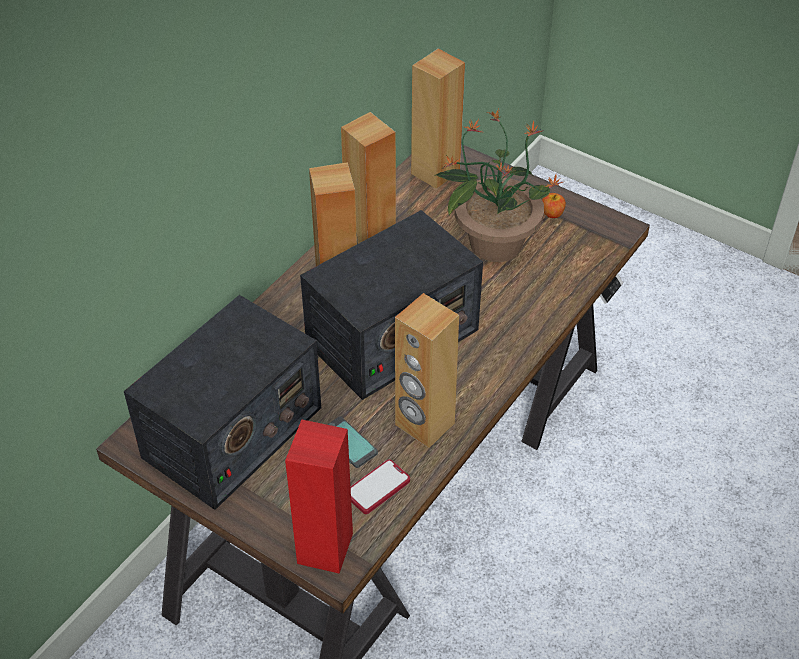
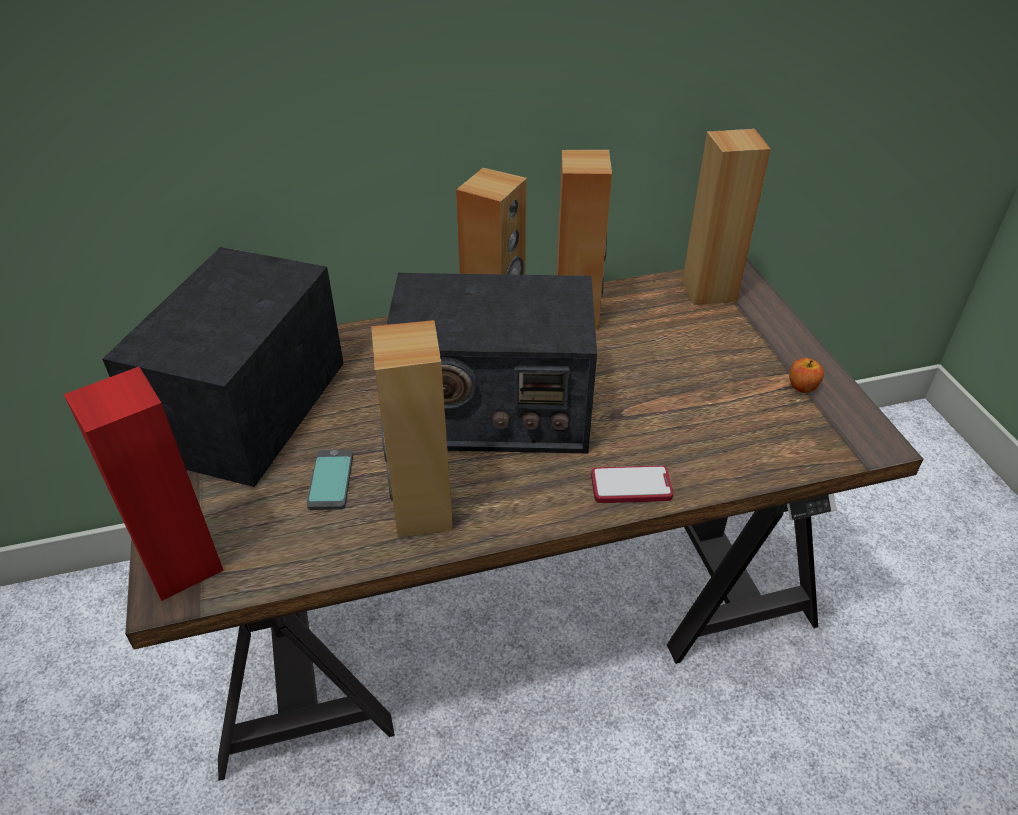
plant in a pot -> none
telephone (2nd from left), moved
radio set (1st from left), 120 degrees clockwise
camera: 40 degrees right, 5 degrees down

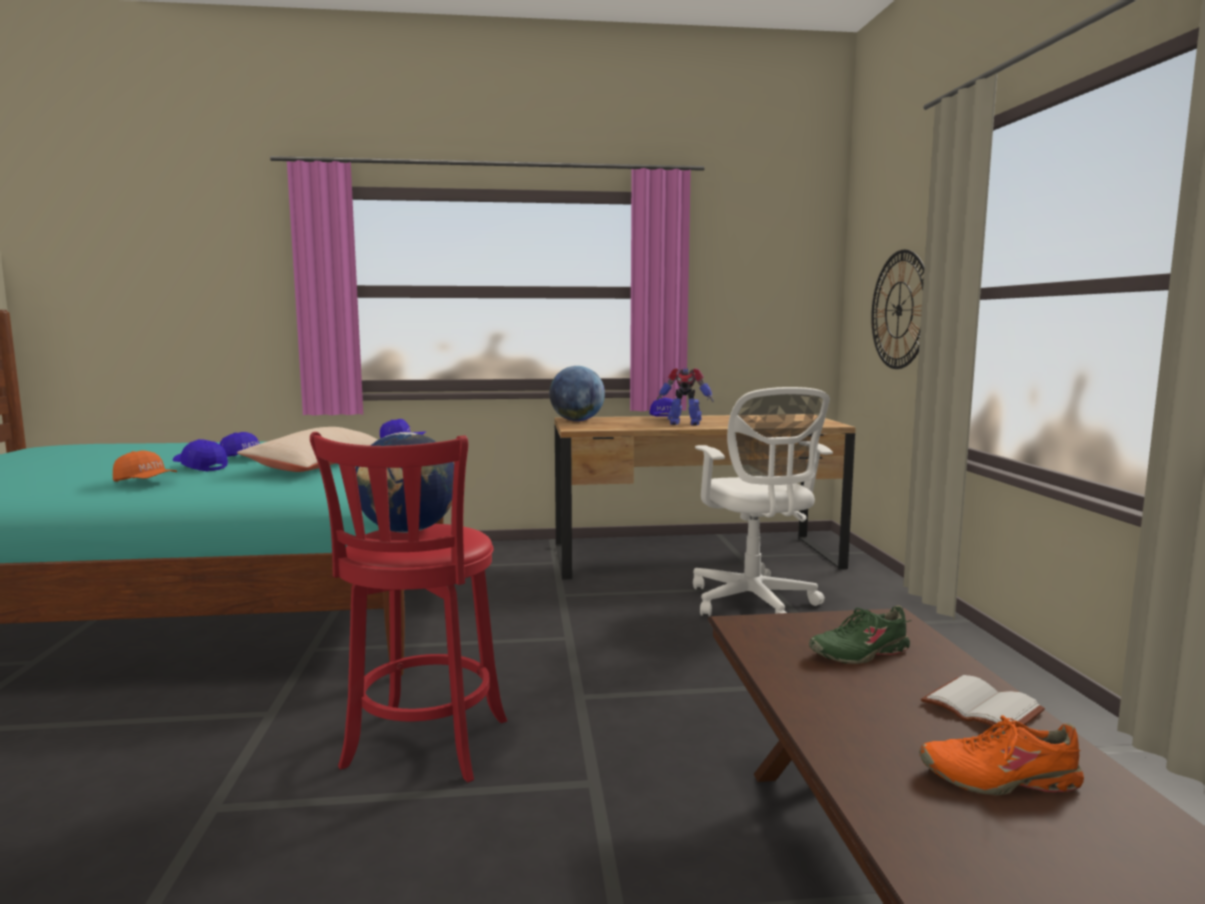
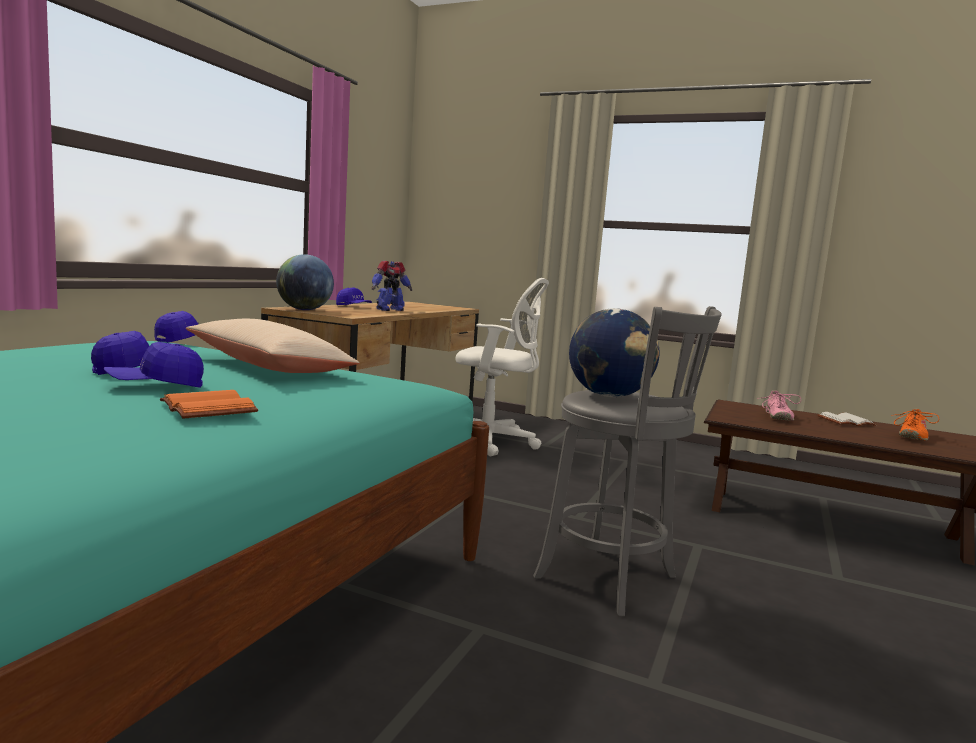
wall clock -> none
cap/orange-coloured -> book/orange-coloured
stool/reddish -> stool/grey
low shoe/greenish -> low shoe/pink-coloured
camera: 60 degrees left, 0 degrees up

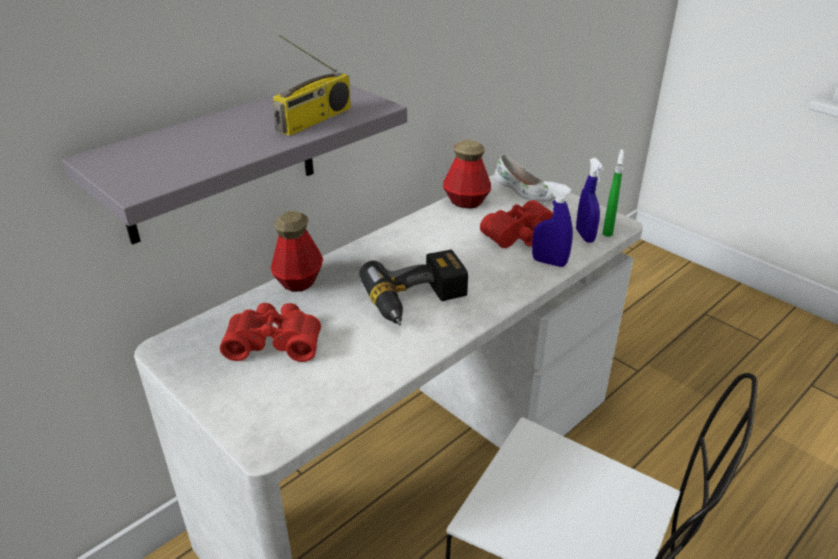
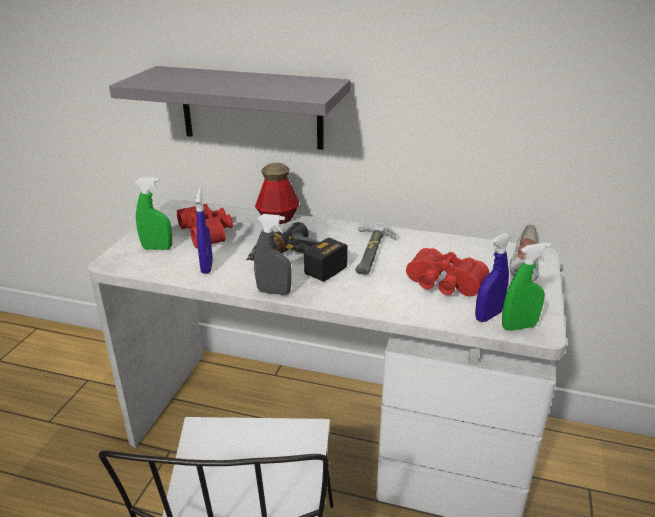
radio set -> none
bottle (2nd from left) -> none
none -> spray bottle/greenish (1st from left)
none -> spray bottle/grey
none -> tool hammer
spray bottle/blue (1st from left), moved
camera: 60 degrees right, 5 degrees down

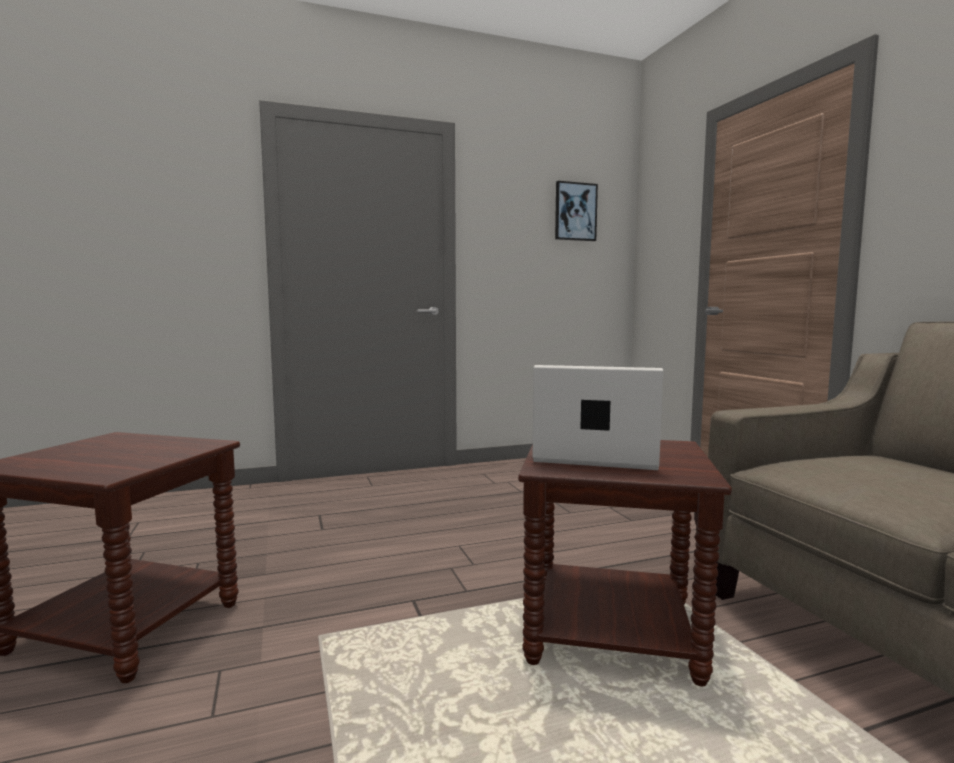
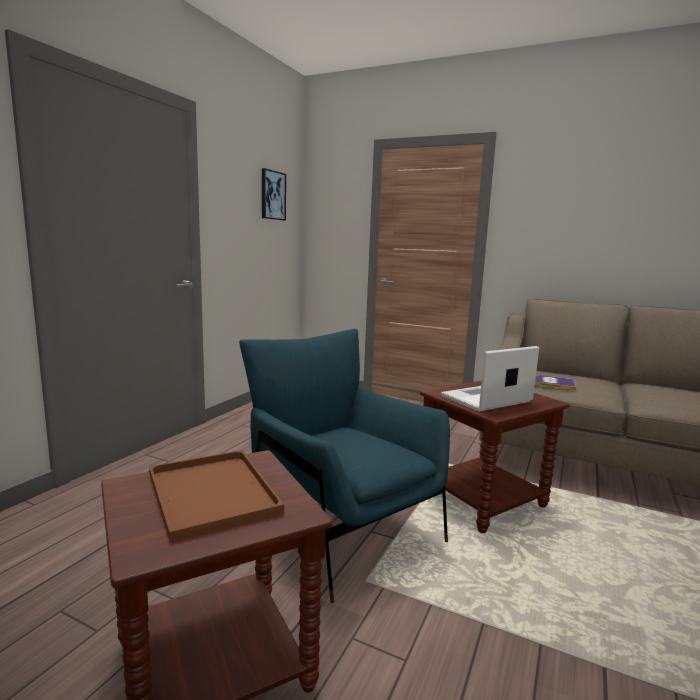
none -> tray/brown-coloured
none -> easy chair/blue
none -> book
camera: 45 degrees left, 5 degrees up

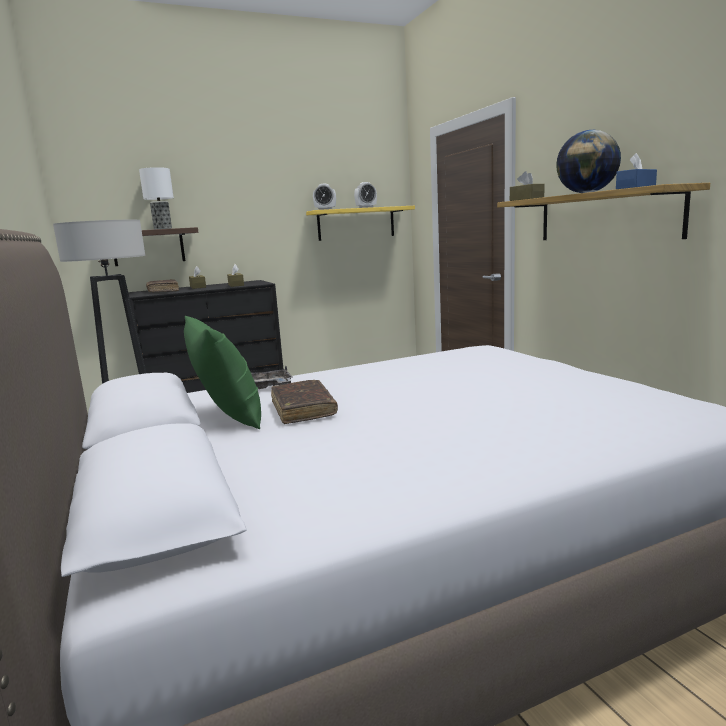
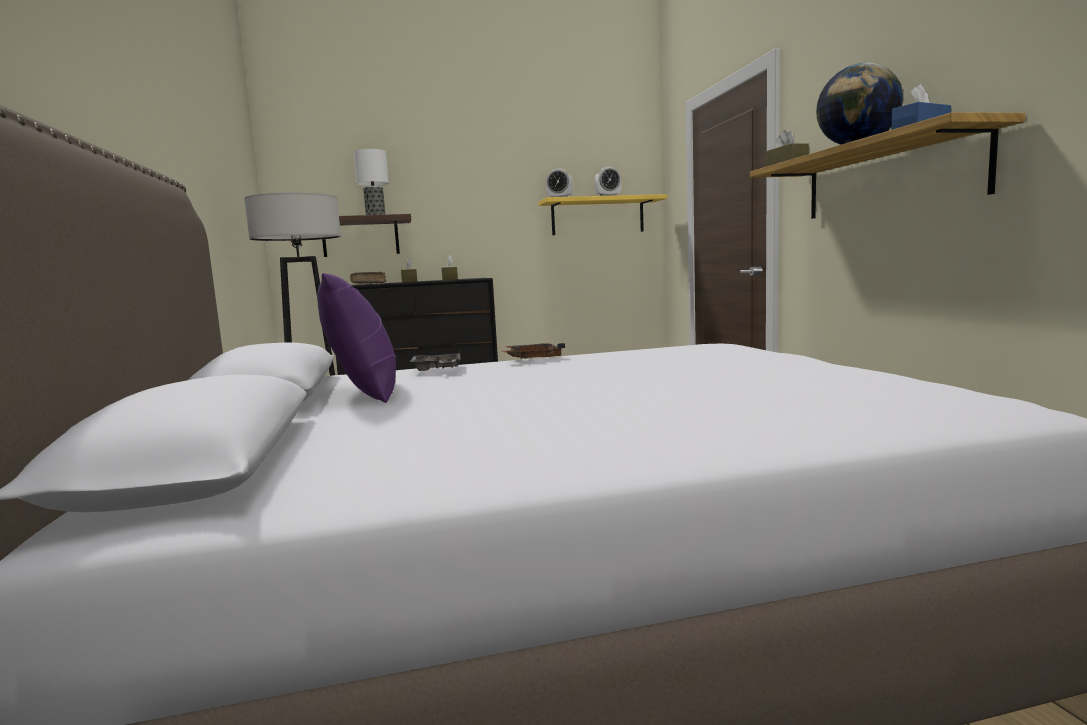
book/brown-coloured (2nd from left) -> none
none -> tray/brown-coloured
throw pillow/greenish -> throw pillow/purple
camera: 10 degrees right, 5 degrees down

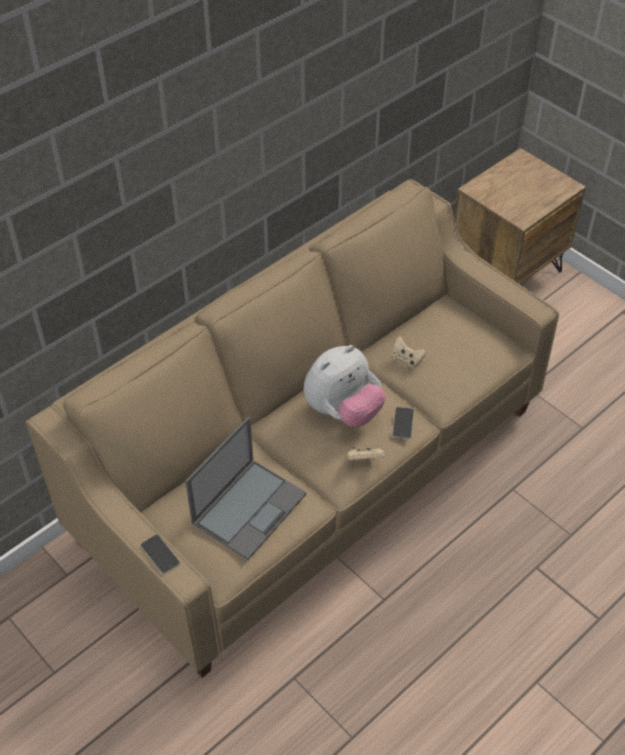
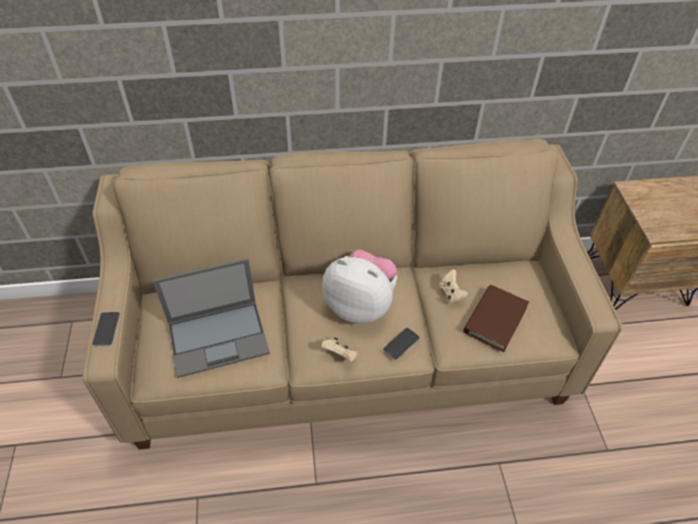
none -> book/brown-coloured
soft toy, 150 degrees counterclockwise
camera: 35 degrees right, 0 degrees up

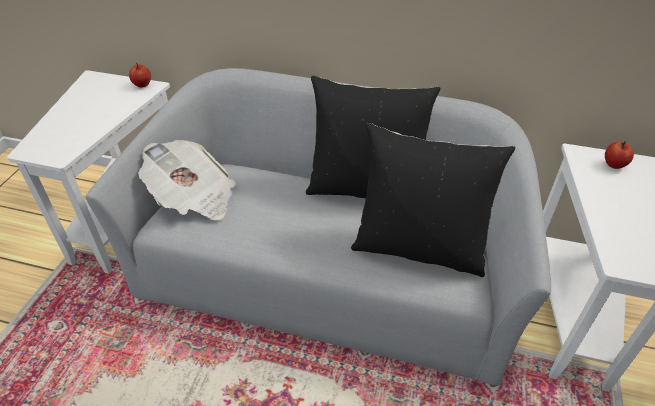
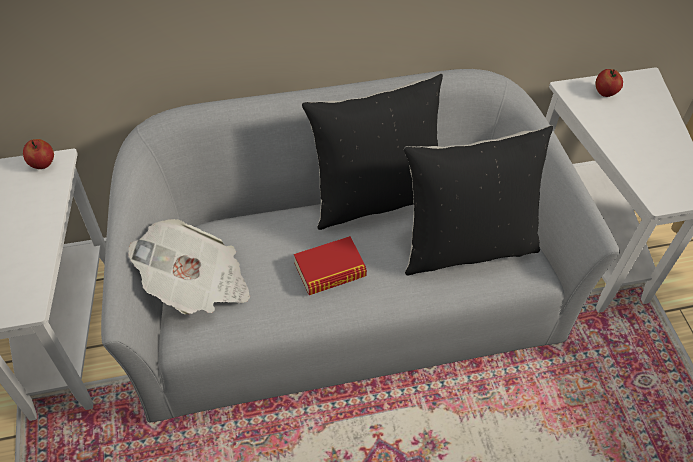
none -> book
camera: 30 degrees left, 10 degrees up

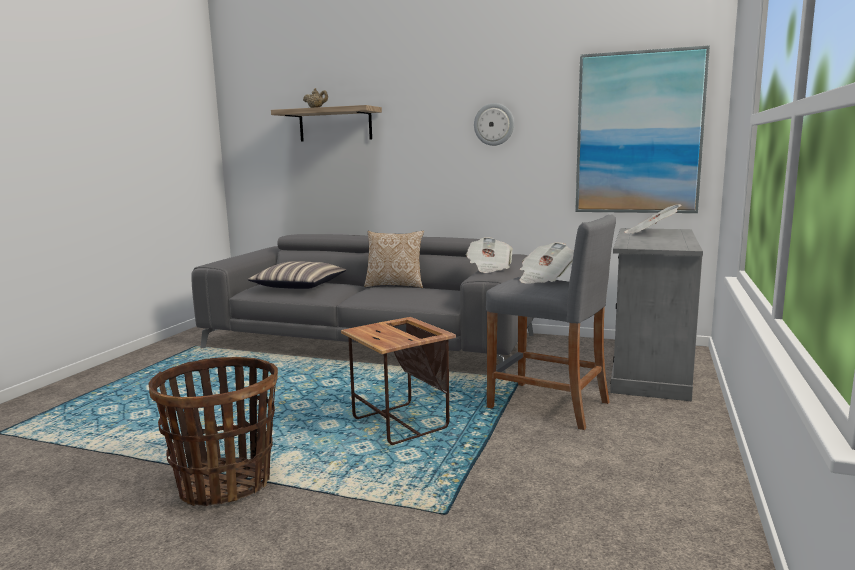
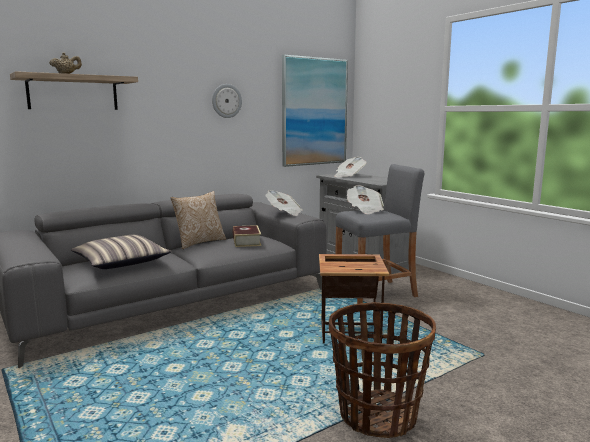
none -> book
camera: 55 degrees left, 0 degrees up

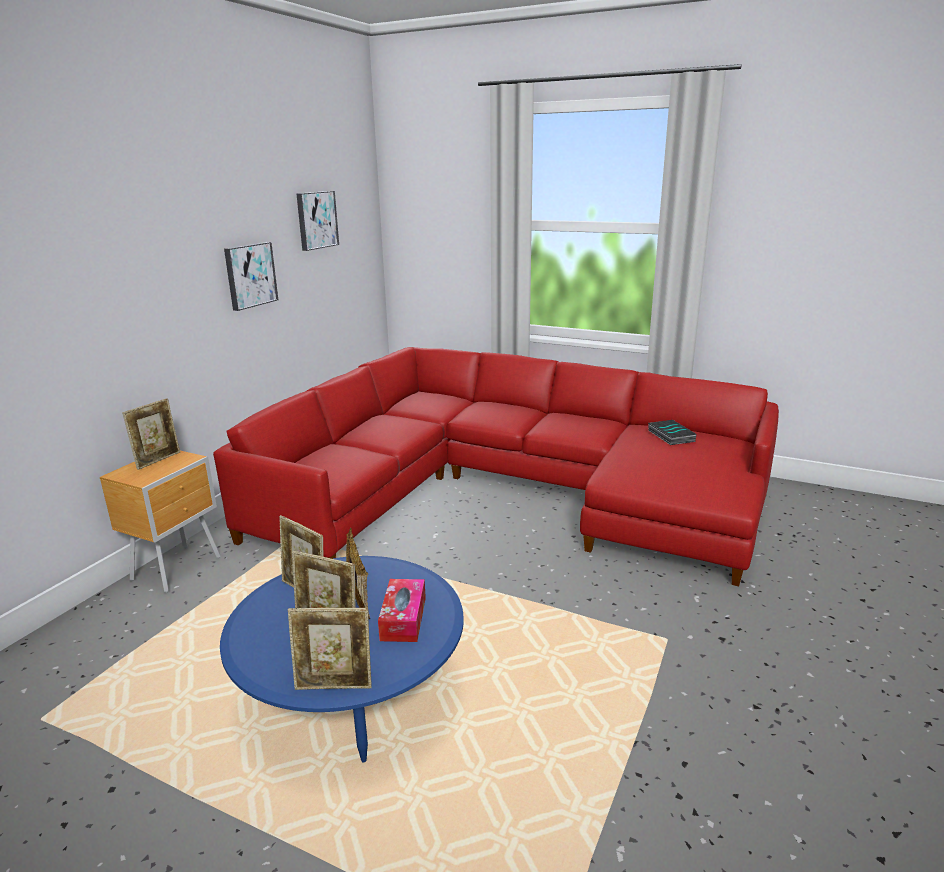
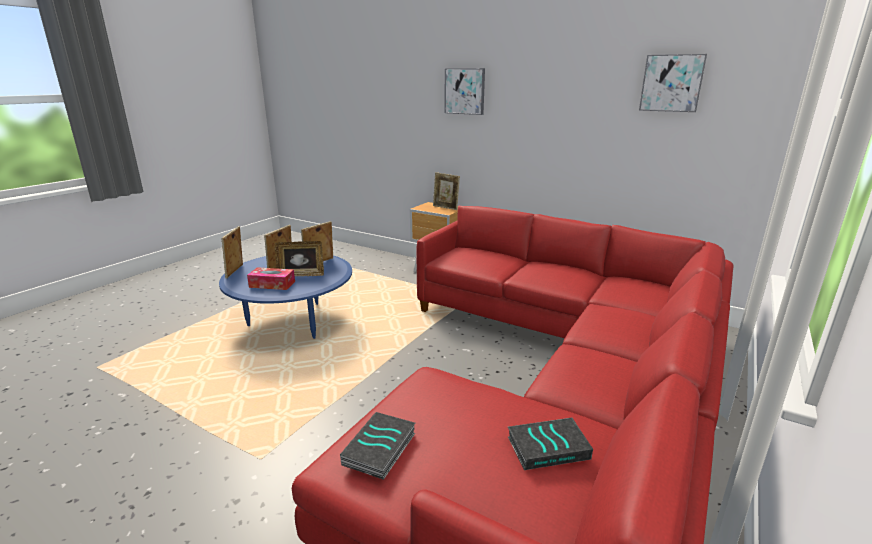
none -> book (1st from left)
picture (1st from left), moved
camera: 95 degrees right, 0 degrees up

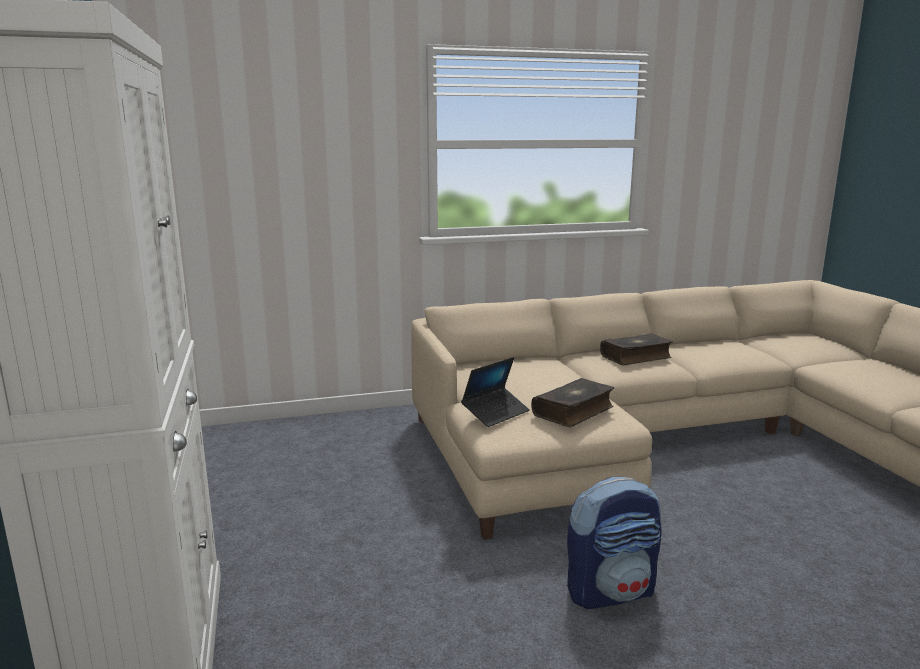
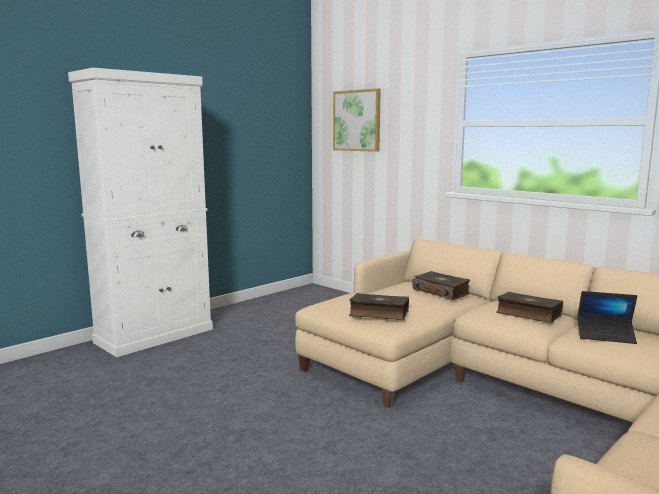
rucksack -> none
none -> picture
none -> book (2nd from left)
notebook computer, moved
camera: 60 degrees right, 5 degrees down

